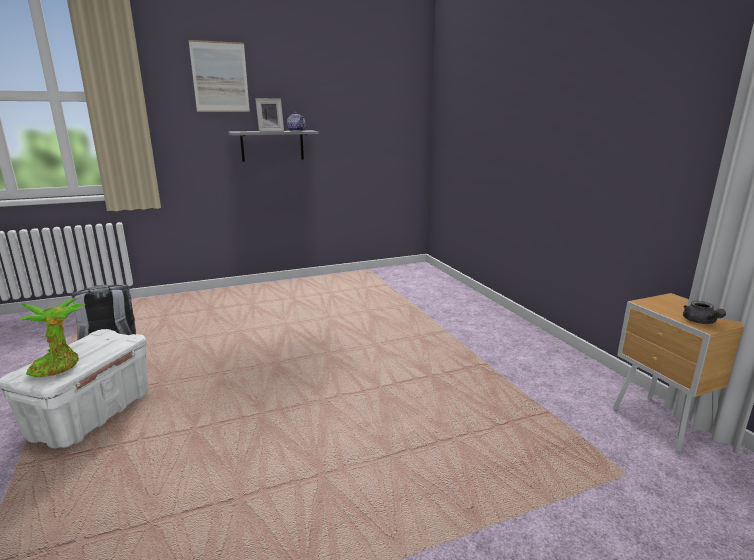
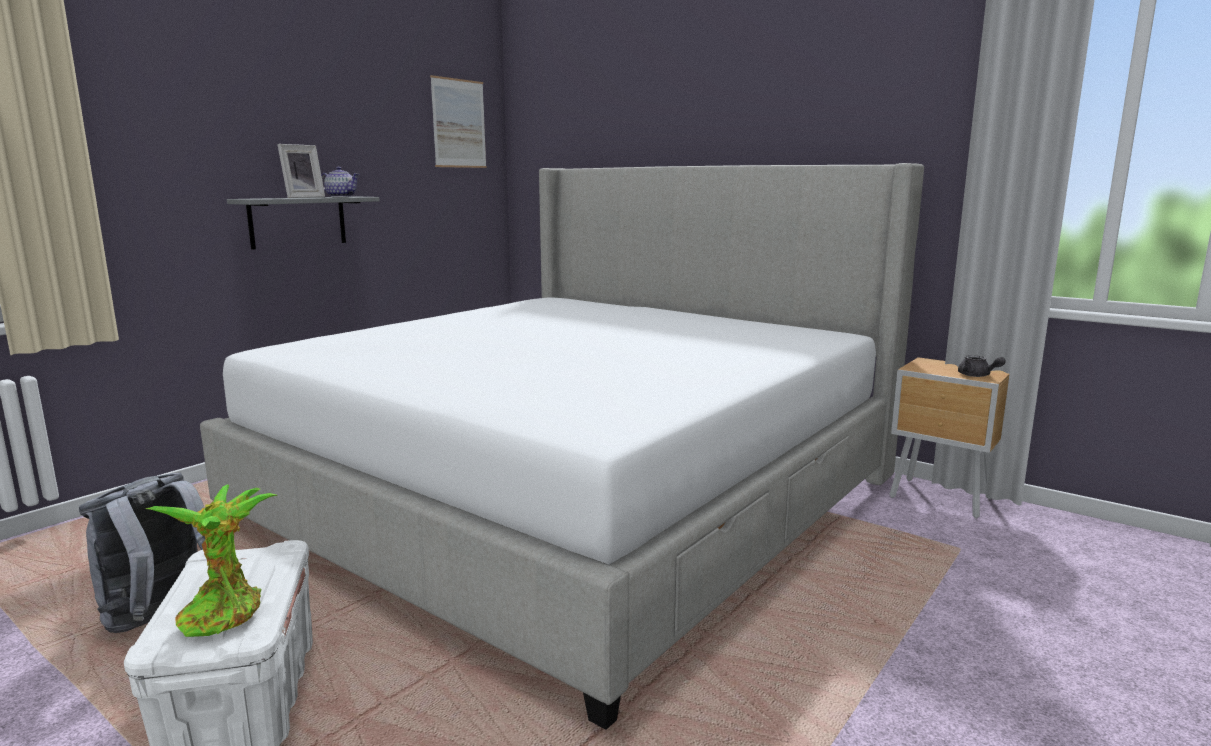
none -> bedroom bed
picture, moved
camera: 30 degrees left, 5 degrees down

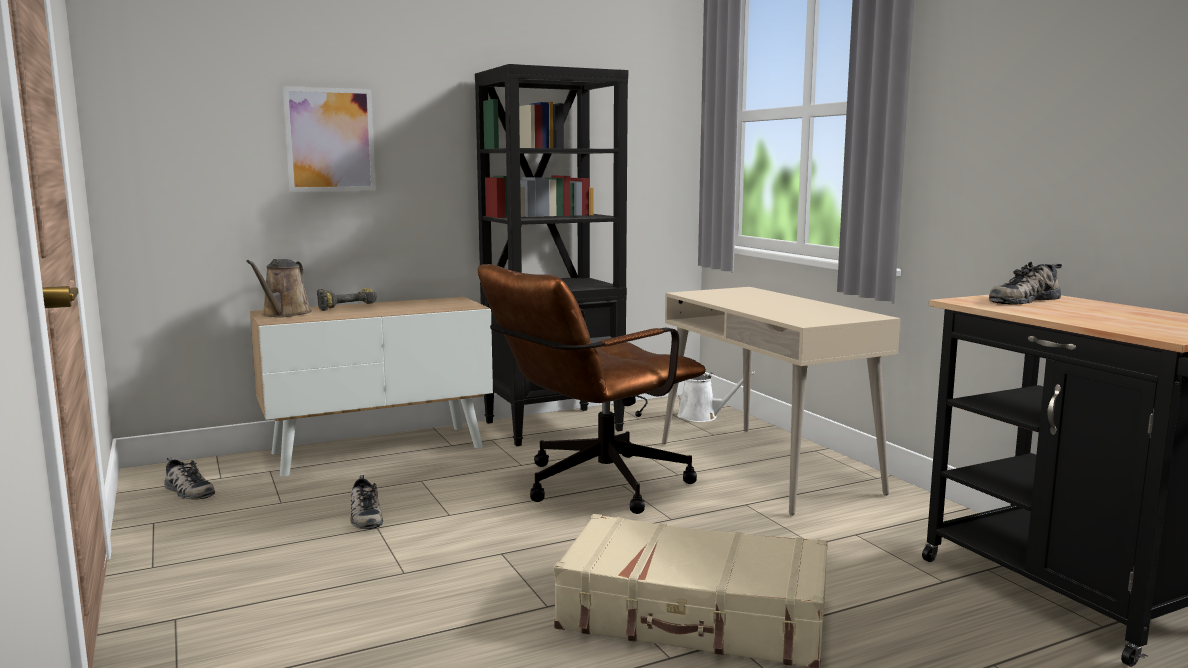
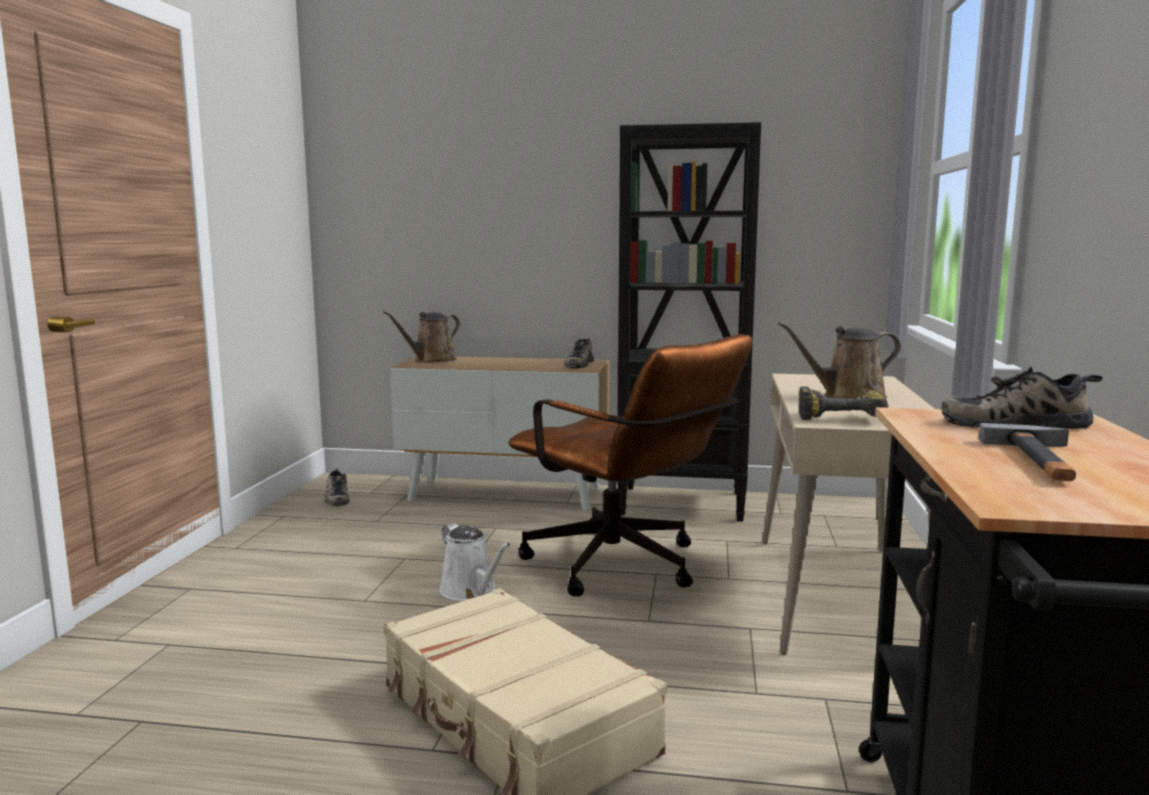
picture -> none
none -> sprinkling can/brown-coloured (2nd from left)
none -> tool hammer
power drill, moved
low shoe (2nd from left), moved
sprinkling can/white, moved
desk chair/brown-coloured, 135 degrees counterclockwise
camera: 35 degrees right, 0 degrees up

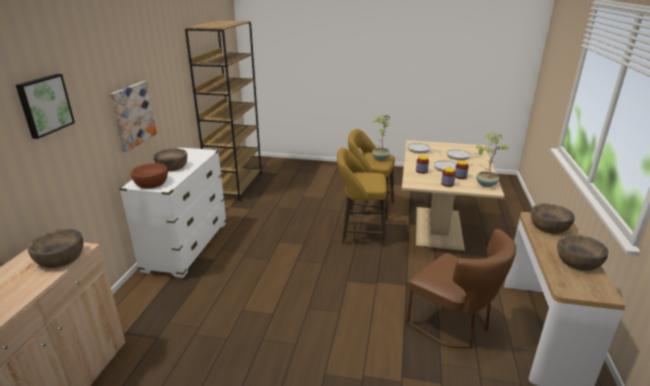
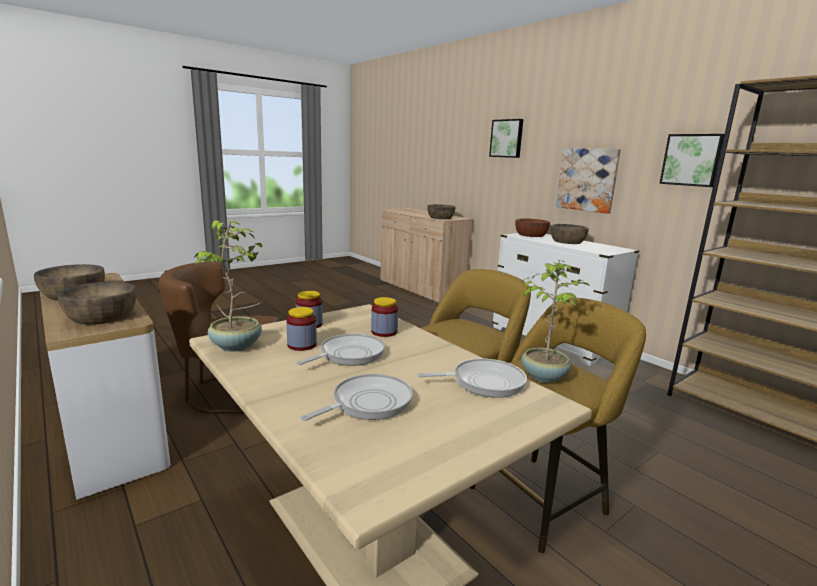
none -> picture (3rd from left)
camera: 130 degrees right, 10 degrees down

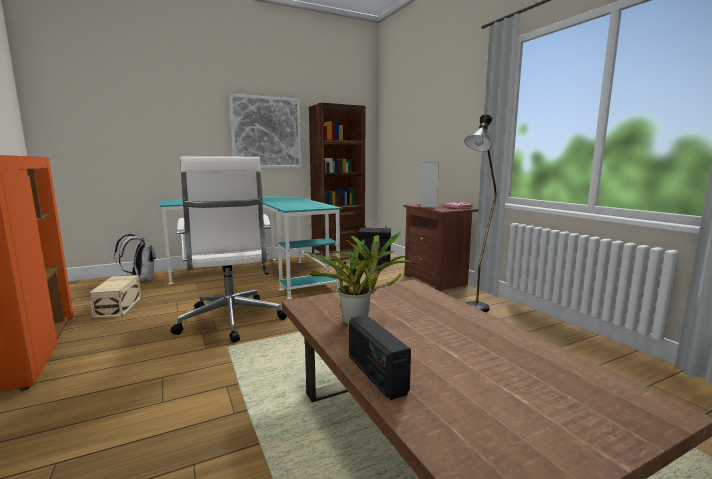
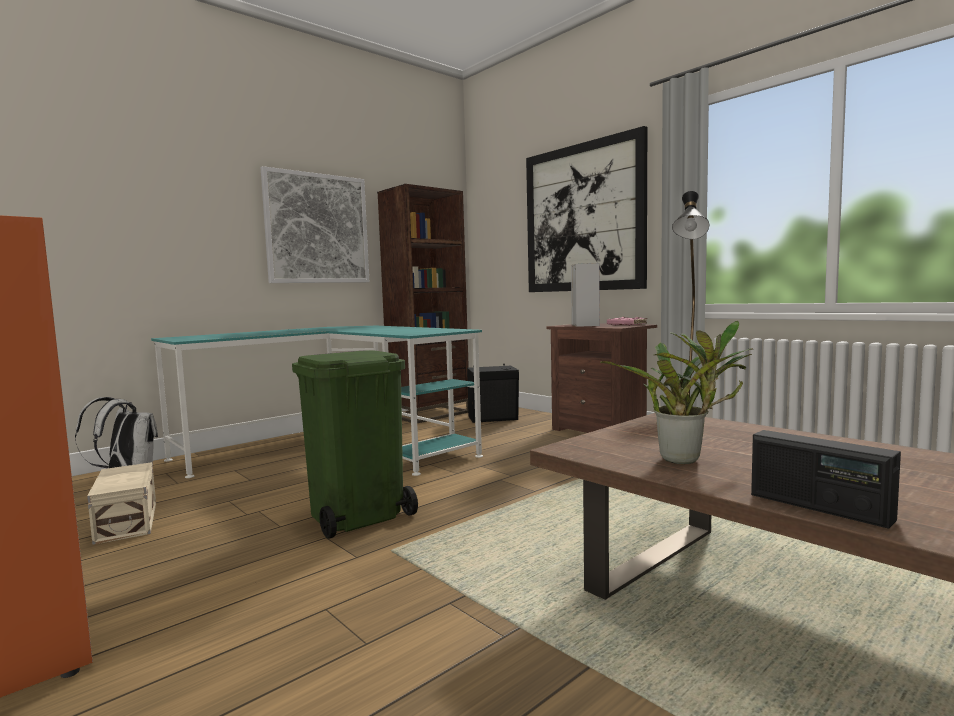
none -> picture (2nd from left)
desk chair/white -> rubbish bin/greenish
camera: 15 degrees left, 5 degrees down

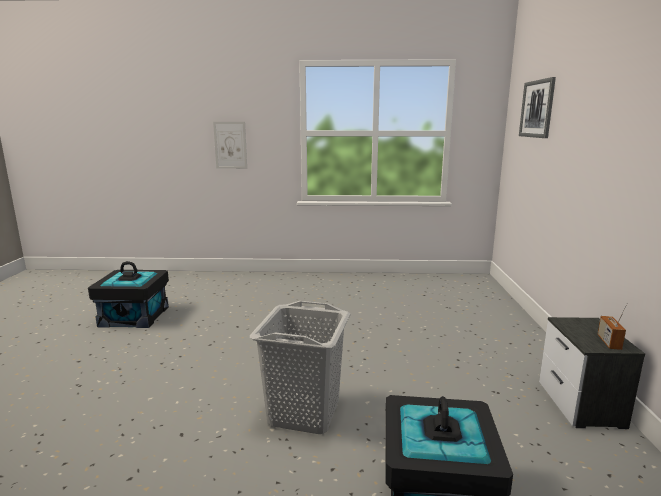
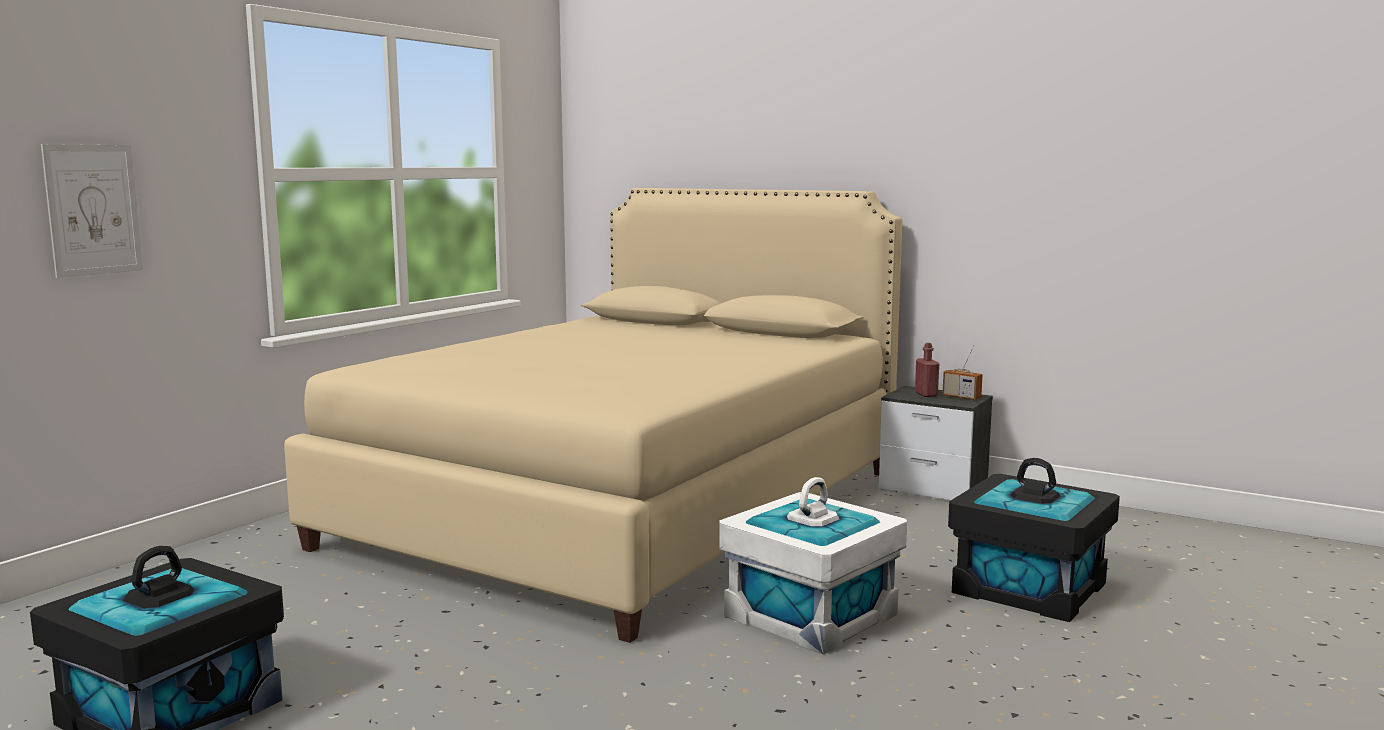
picture (2nd from left) -> none
none -> bedroom bed/sand-coloured
none -> bottle/reddish
washing basket/grey -> storage container/white
camera: 60 degrees left, 5 degrees down

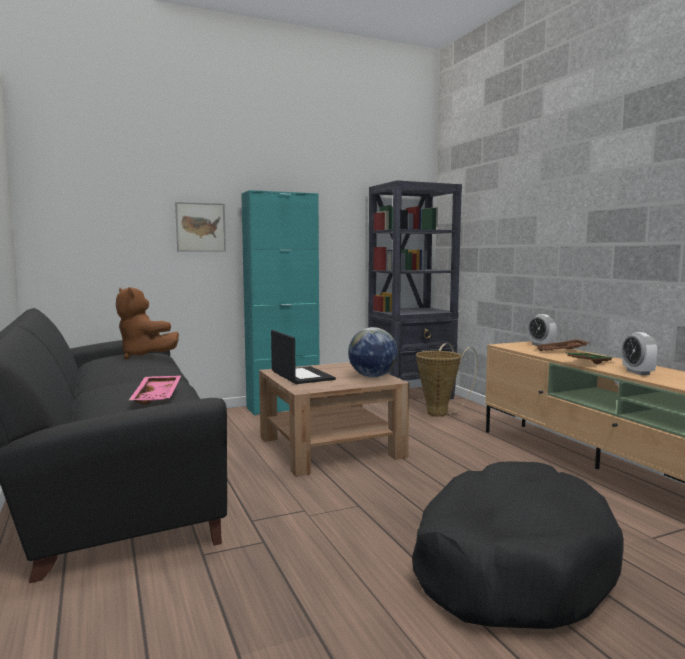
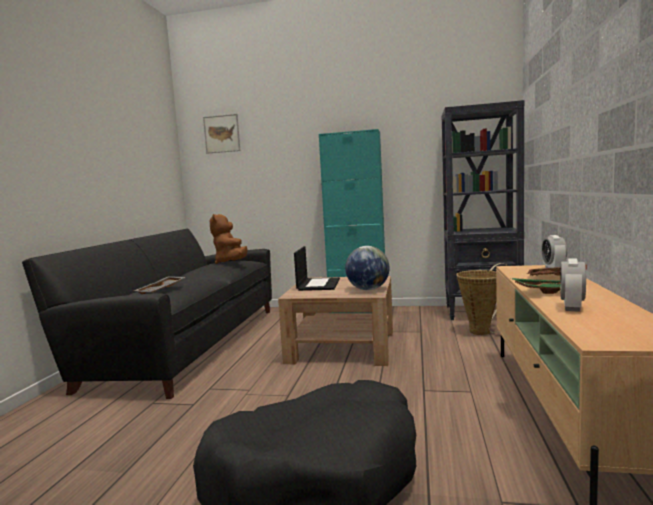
picture, moved
tray/pink-coloured -> tray/grey
camera: 35 degrees right, 0 degrees up

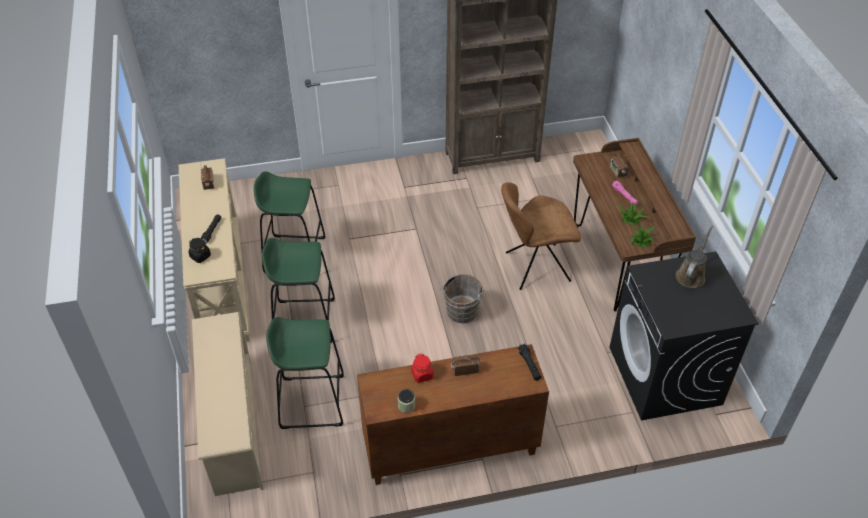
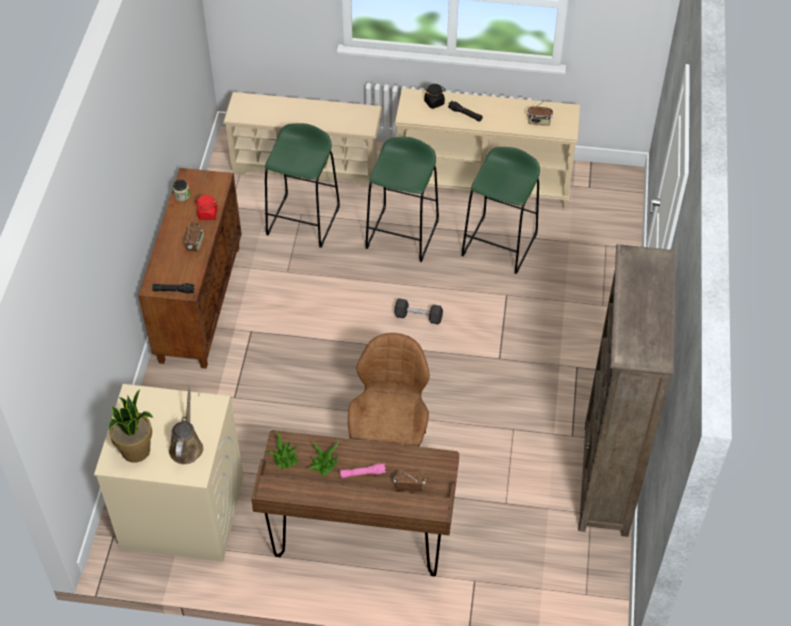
water bucket/brown-coloured -> none
none -> plant in a pot (1st from left)
none -> hand weight/blackish
laundry machine/blackish -> laundry machine/sand-coloured
sprinkling can/brown-coloured, 135 degrees counterclockwise
camera: 110 degrees right, 5 degrees up

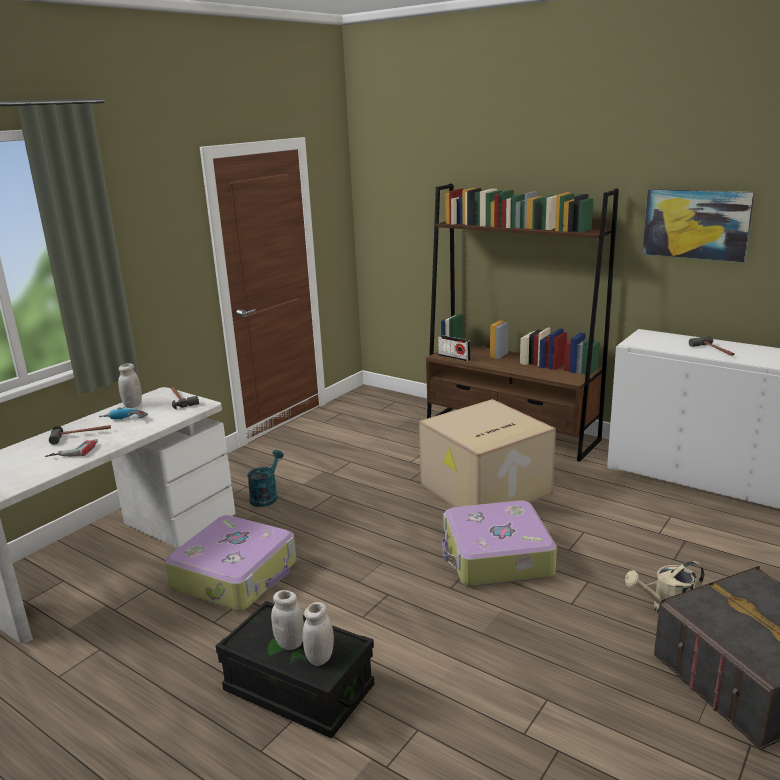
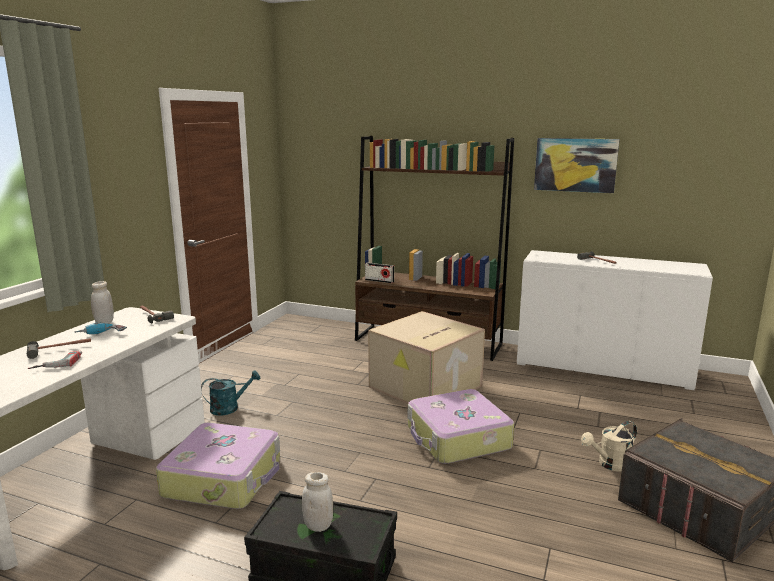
storage jar/white (3rd from left) -> none
sprinkling can/blue-green, 60 degrees clockwise
camera: 15 degrees left, 5 degrees down

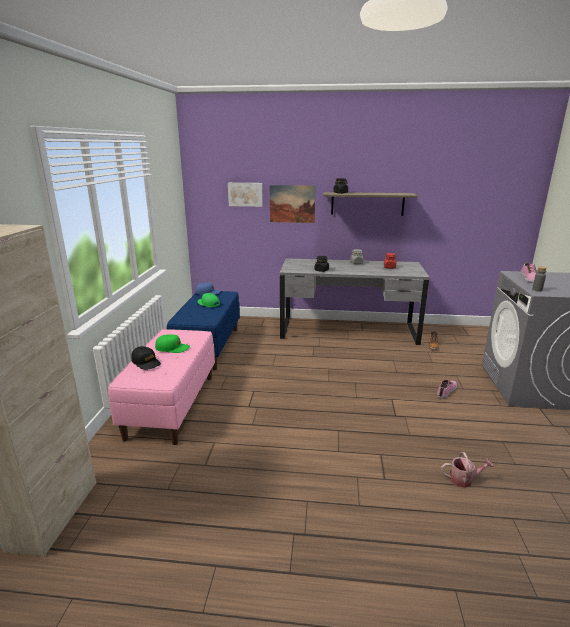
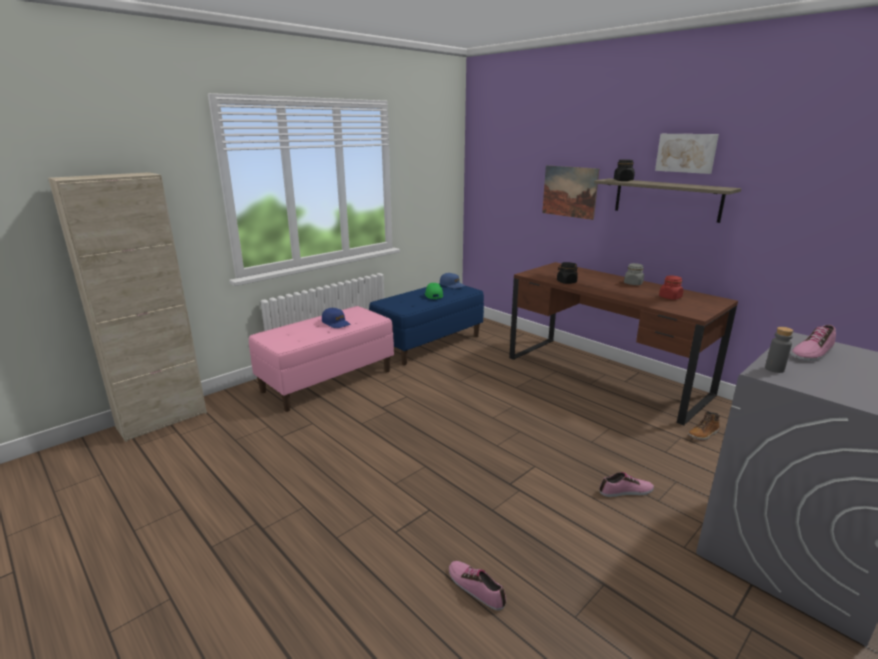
cap/blackish -> none
picture (1st from left in the first image) -> picture (2nd from left), moved
sprinkling can -> low shoe (1st from left)
cap/greenish (1st from left) -> cap/blue (1st from left)
desk unit/grey -> desk unit/brown-coloured
camera: 40 degrees right, 0 degrees up

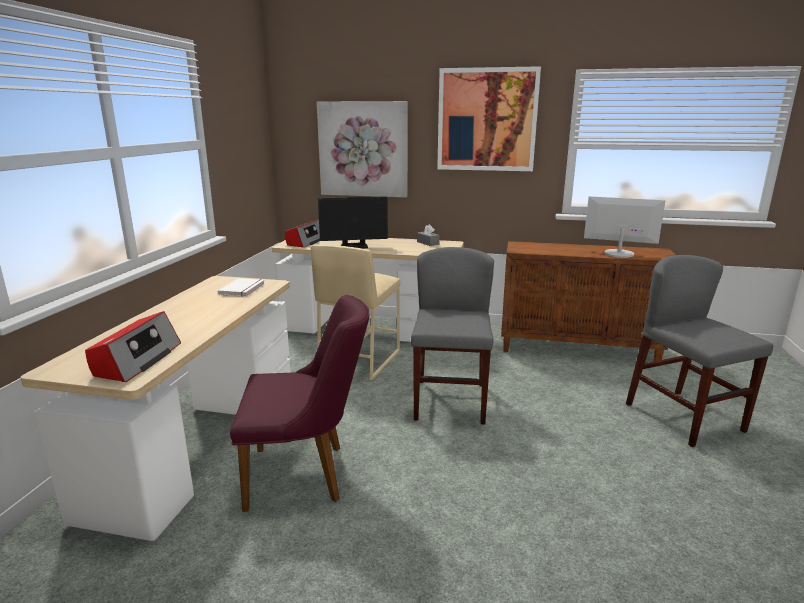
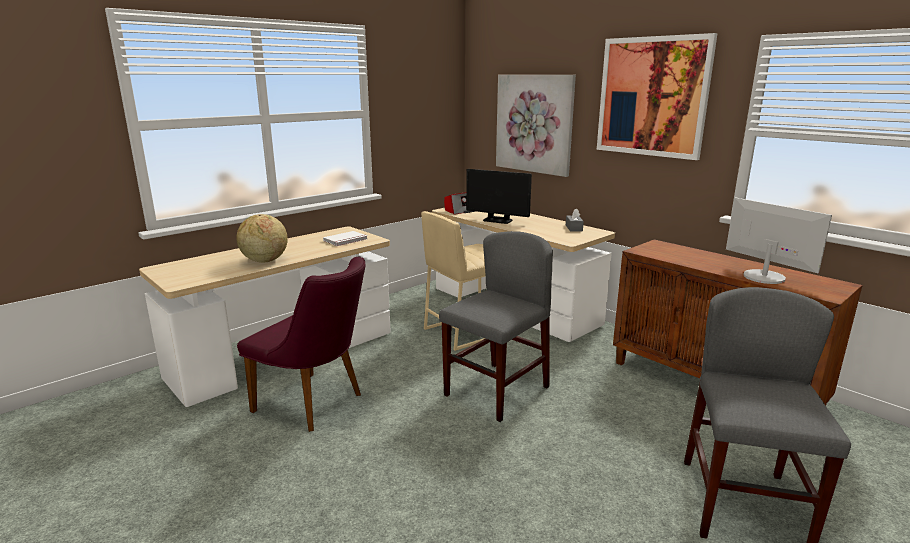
radio set (1st from left) -> none
none -> world globe
camera: 35 degrees right, 0 degrees up

